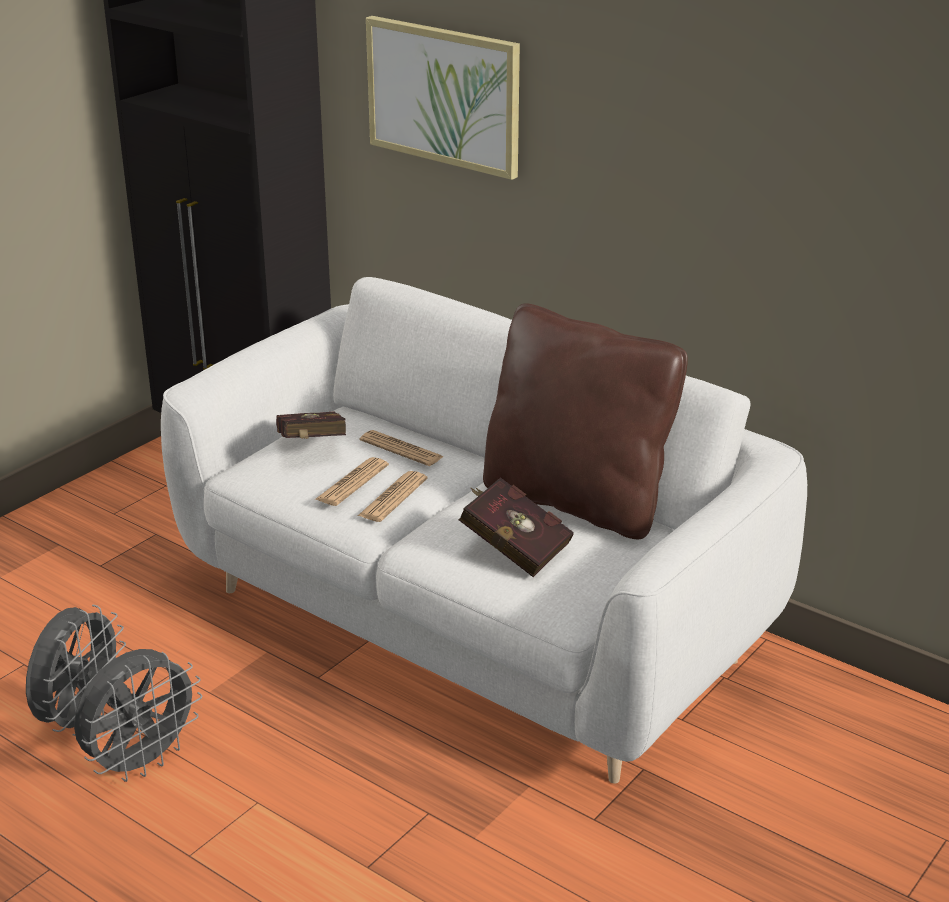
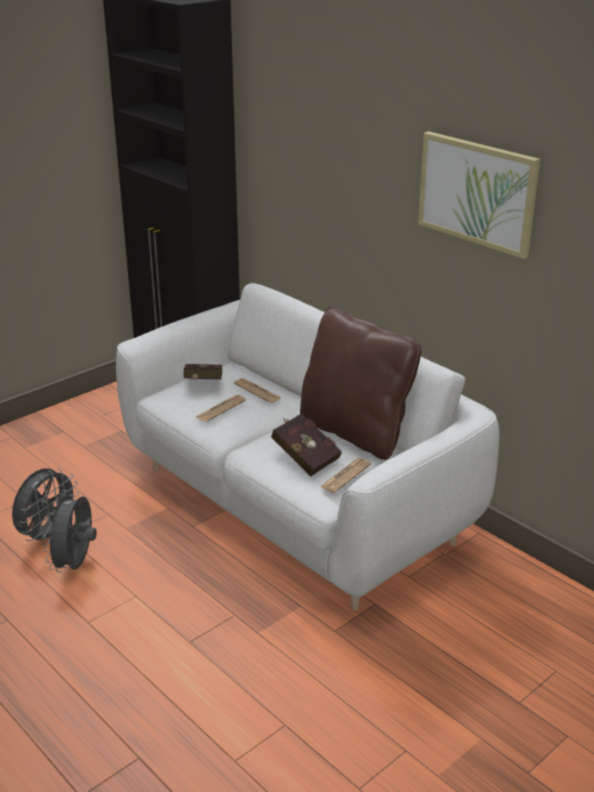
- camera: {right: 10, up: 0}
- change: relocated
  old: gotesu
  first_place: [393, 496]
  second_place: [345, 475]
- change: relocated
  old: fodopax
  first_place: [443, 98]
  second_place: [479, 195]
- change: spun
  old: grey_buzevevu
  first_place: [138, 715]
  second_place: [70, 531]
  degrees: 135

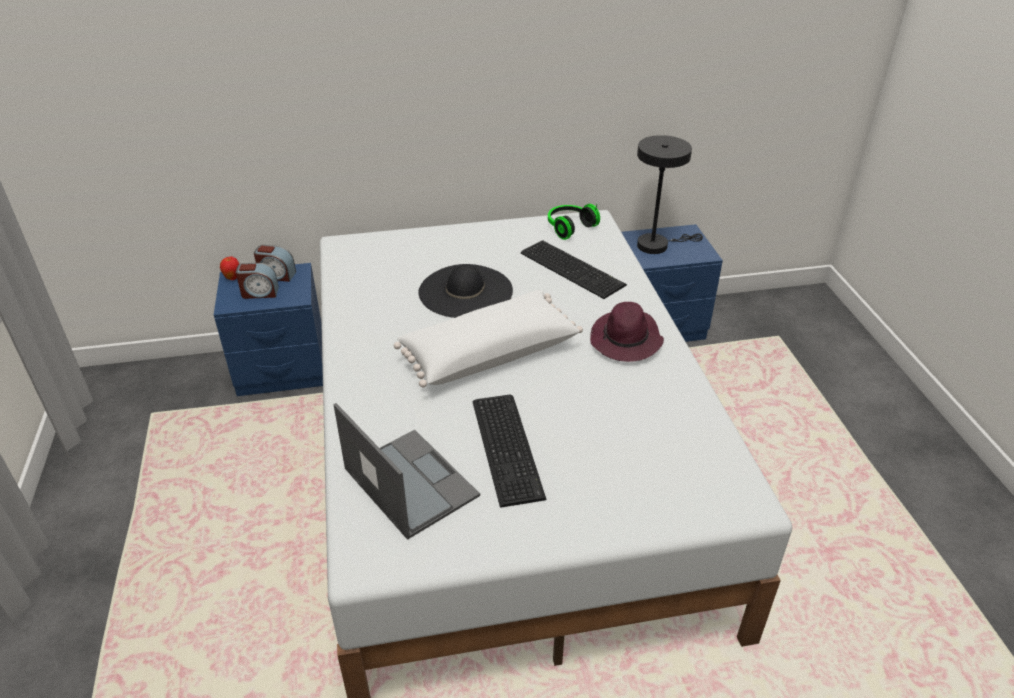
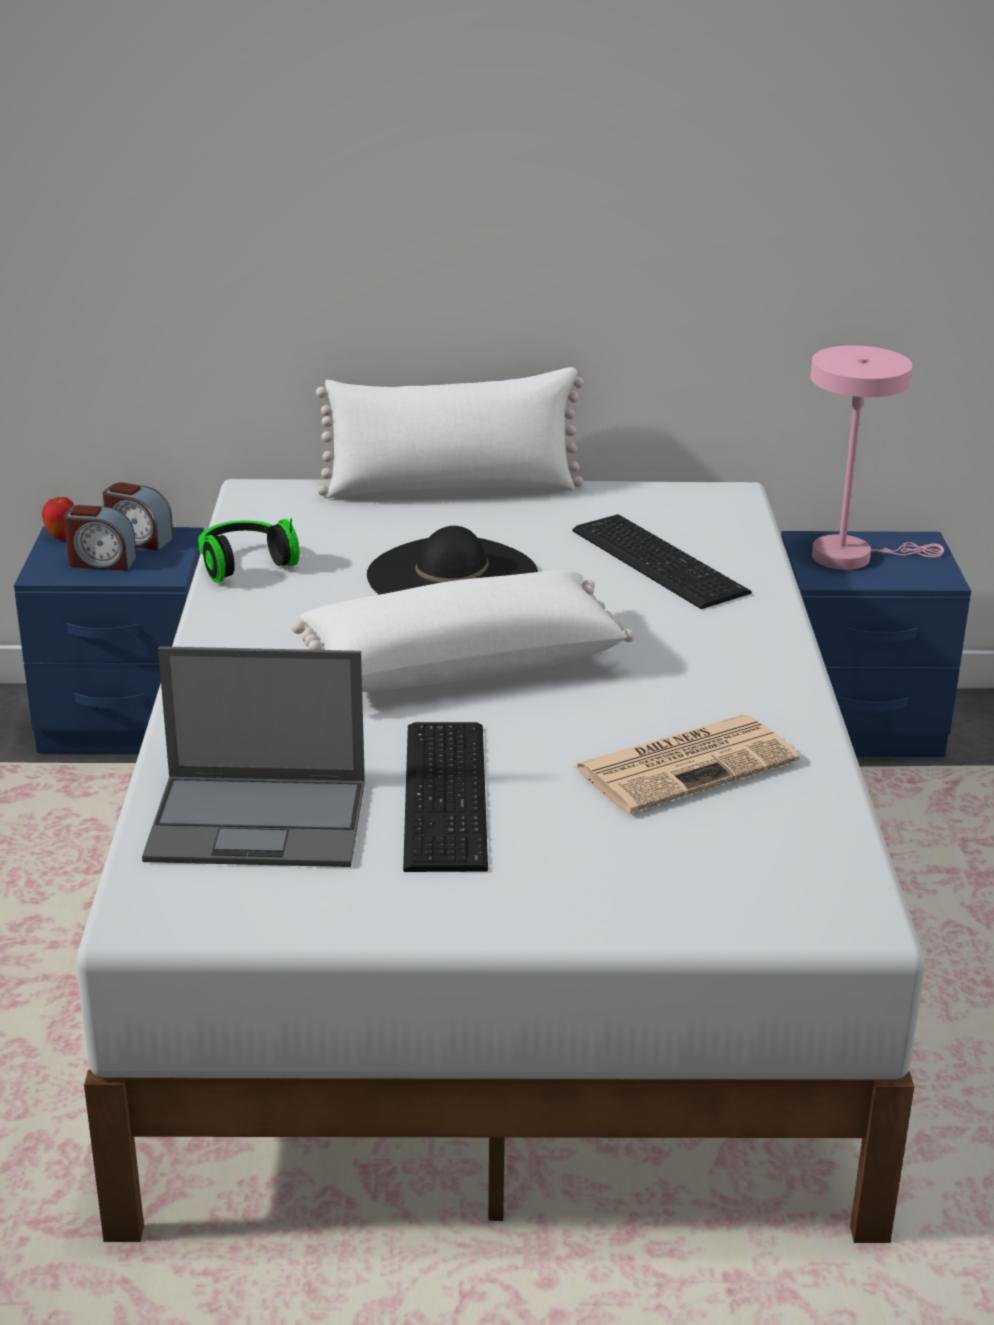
- camera: {right: 10, up: -10}
- change: missing
  old: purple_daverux
  first_place: [627, 332]
- change: appeared
  new: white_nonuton
  second_place: [450, 432]
- change: appeared
  new: gotesu
  second_place: [686, 764]
- change: relocated
  old: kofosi
  first_place: [574, 222]
  second_place: [248, 550]
- change: colour
  old: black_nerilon
  new: pink_nerilon
  first_place: [670, 194]
  second_place: [877, 457]
- change: spun
  old: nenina
  first_place: [406, 471]
  second_place: [253, 756]
  degrees: 120

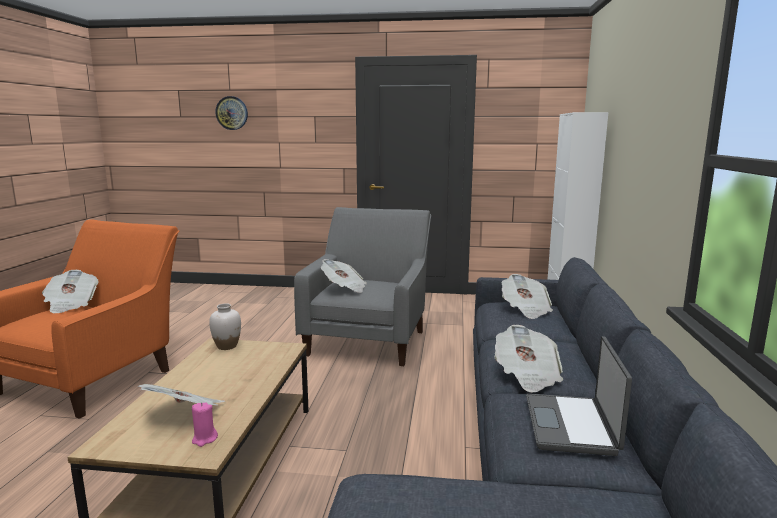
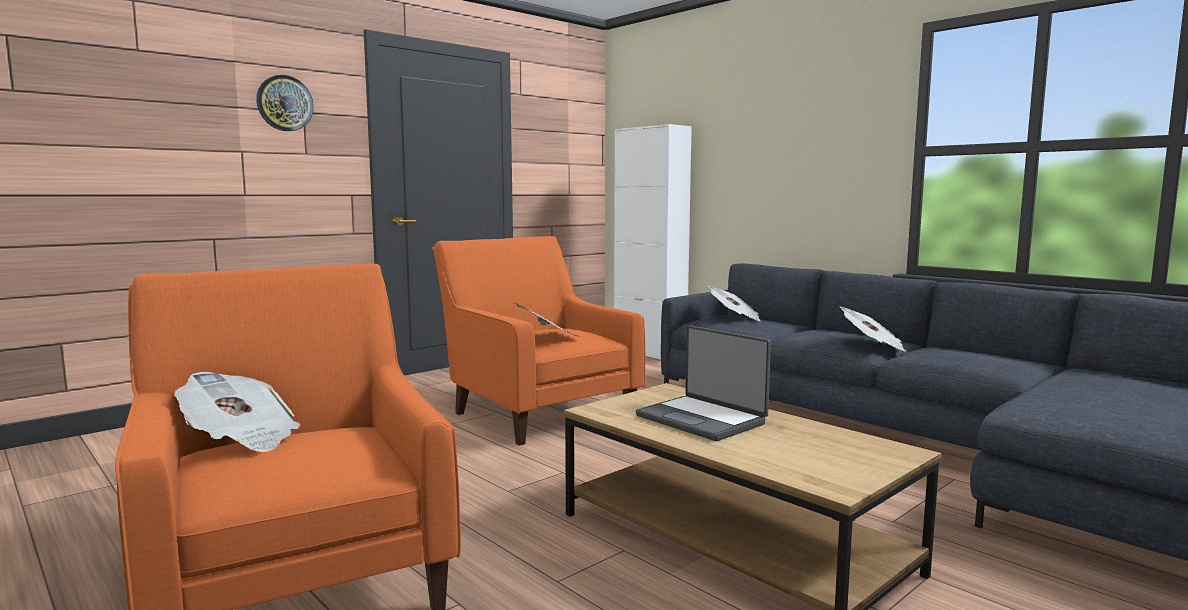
- camera: {right: -50, up: -5}
- change: missing
  old: gotesu
  first_place: [181, 395]
- change: missing
  old: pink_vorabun
  first_place: [205, 425]
- change: missing
  old: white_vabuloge
  first_place: [225, 326]
- change: relocated
  old: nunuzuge
  first_place: [231, 113]
  second_place: [285, 103]
- change: relocated
  old: nenina
  first_place: [579, 396]
  second_place: [703, 383]
- change: colour
  old: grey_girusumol
  new: orange_girusumol
  first_place: [362, 286]
  second_place: [538, 340]

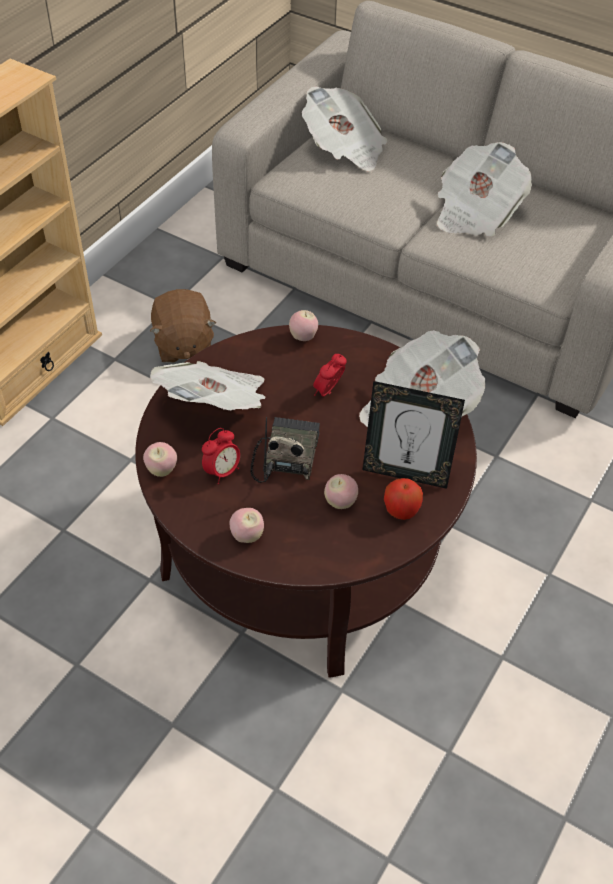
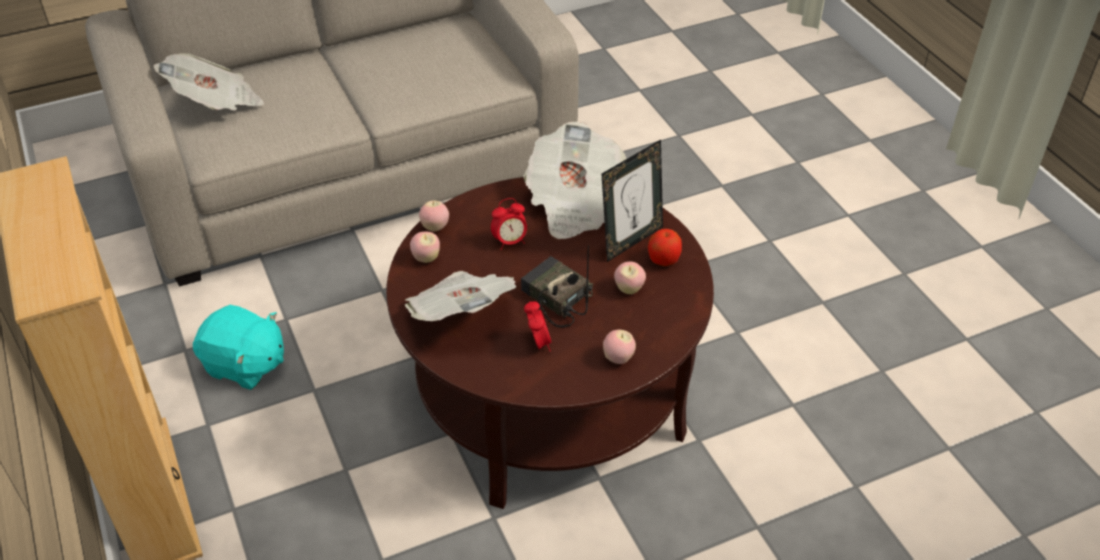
- camera: {right: -55, up: -5}
- change: missing
  old: gotesu
  first_place: [484, 189]
- change: relocated
  old: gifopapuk
  first_place: [160, 459]
  second_place: [425, 247]
- change: colour
  old: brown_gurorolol
  new: turquoise_gurorolol
  first_place: [183, 326]
  second_place: [238, 347]
- change: spun
  old: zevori
  first_place: [330, 375]
  second_place: [509, 224]
  degrees: -90

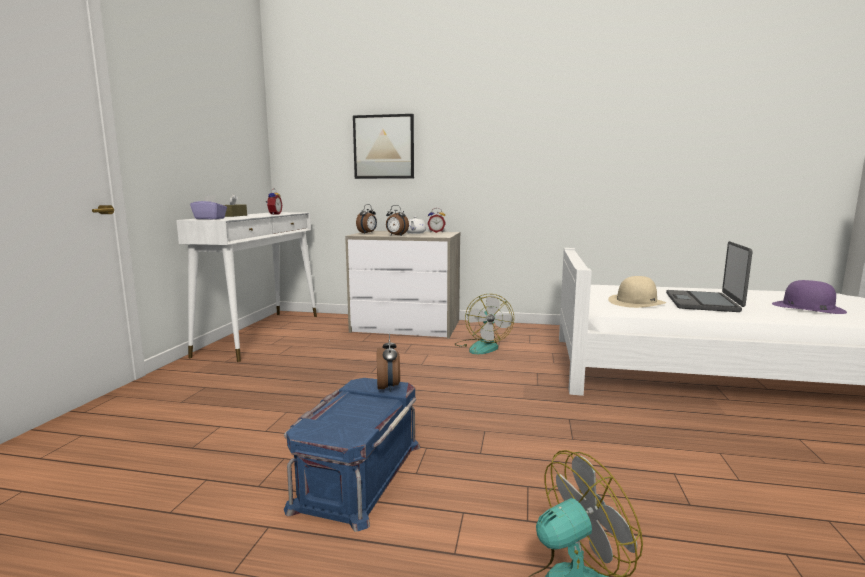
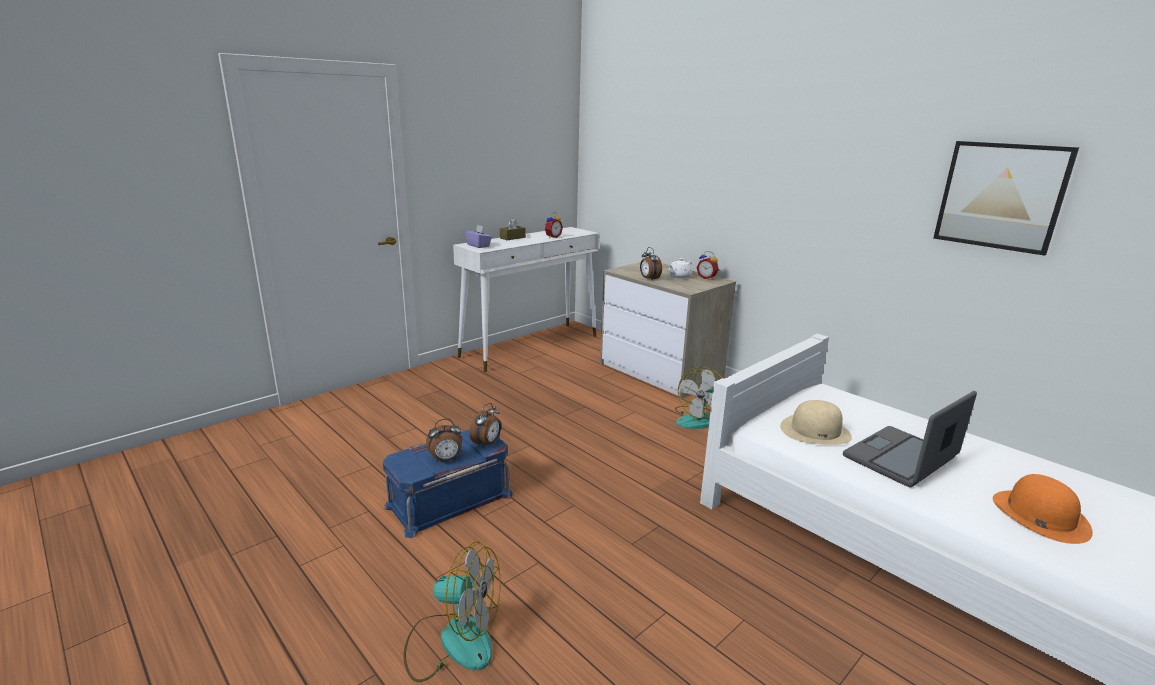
- camera: {right: 35, up: 10}
- change: relocated
  old: fodopax
  first_place: [383, 146]
  second_place: [1006, 198]
- change: relocated
  old: zevori
  first_place: [366, 219]
  second_place: [444, 440]
- change: colour
  old: purple_daverux
  new: orange_daverux
  first_place: [809, 297]
  second_place: [1043, 509]

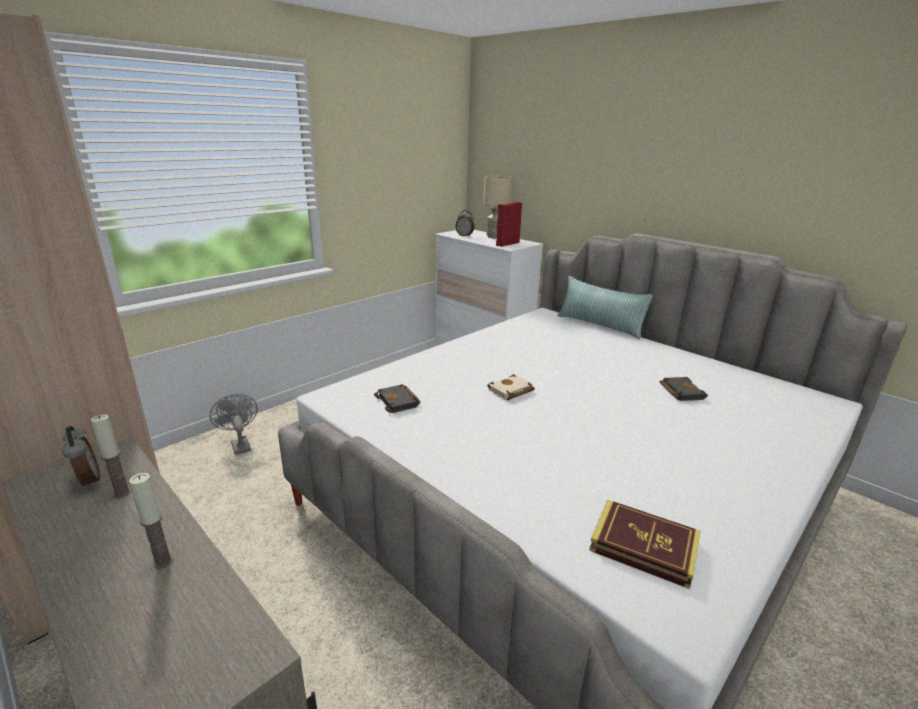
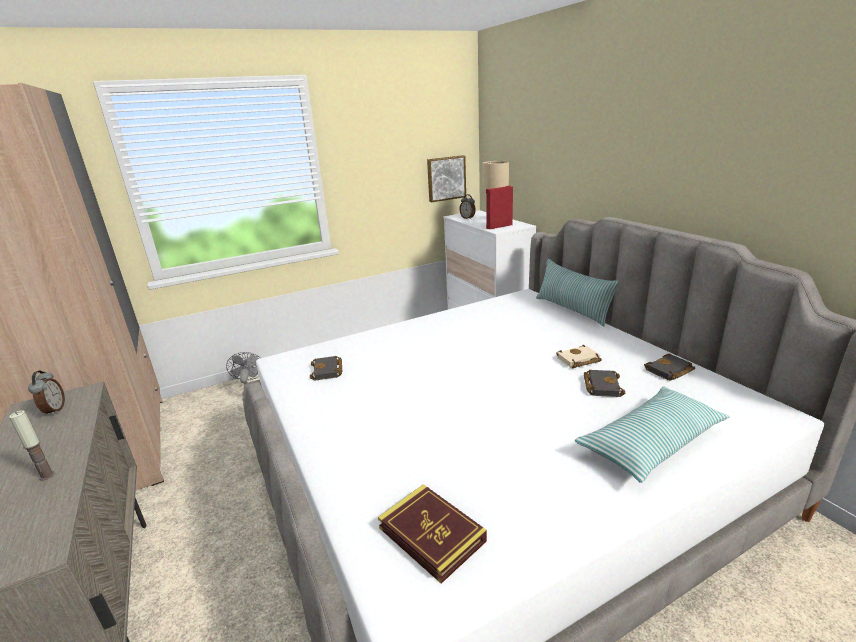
- camera: {right: 20, up: 0}
- change: missing
  old: vorabun
  first_place: [111, 456]
- change: appeared
  new: fodopax
  second_place: [446, 178]
- change: appeared
  new: nonuton
  second_place: [652, 435]
- change: appeared
  new: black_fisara
  second_place: [669, 367]
- change: relocated
  old: beige_fisara
  first_place: [511, 387]
  second_place: [579, 356]

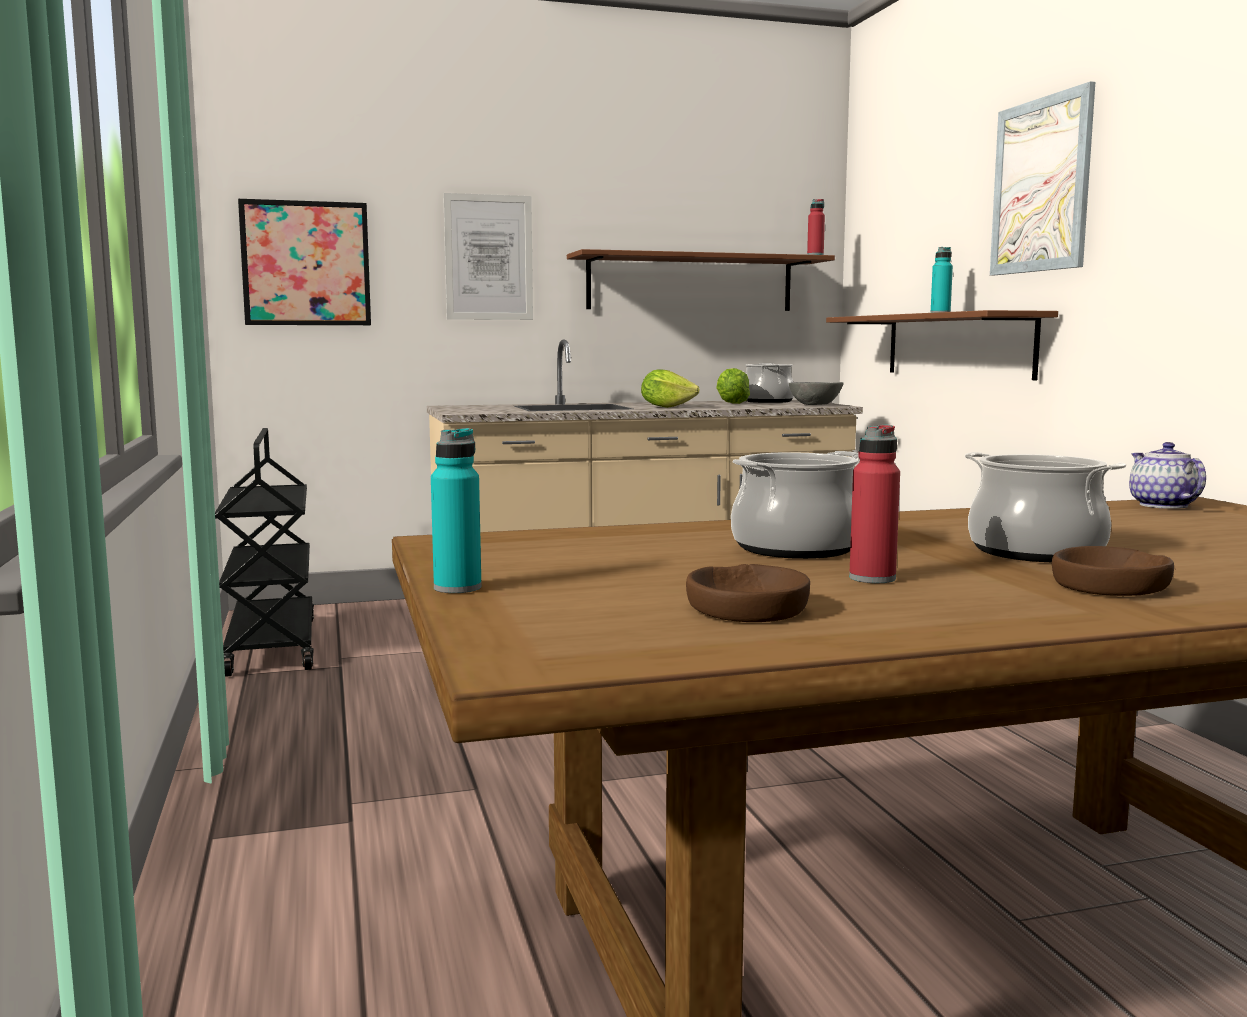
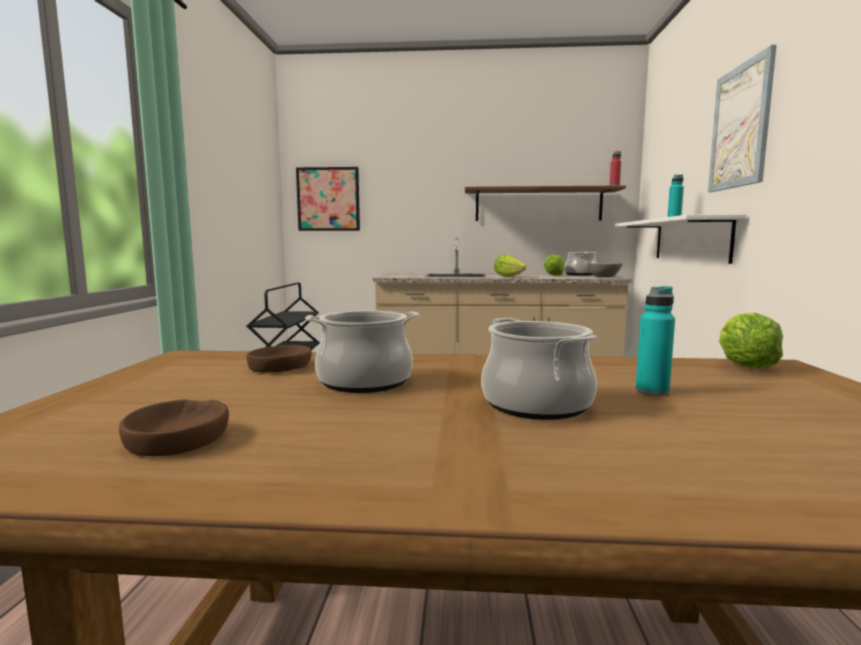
- camera: {right: 20, up: 0}
- change: missing
  old: fodopax
  first_place: [488, 256]
- change: missing
  old: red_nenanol
  first_place: [874, 504]
- change: relocated
  old: turquoise_nenanol
  first_place: [456, 510]
  second_place: [655, 341]
- change: relocated
  old: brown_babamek
  first_place: [1113, 571]
  second_place: [279, 359]
- change: exchanged
  old: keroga
  new: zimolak
  first_place: [1167, 475]
  second_place: [751, 340]
- change: colour
  old: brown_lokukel
  new: white_lokukel
  first_place: [942, 345]
  second_place: [680, 239]

